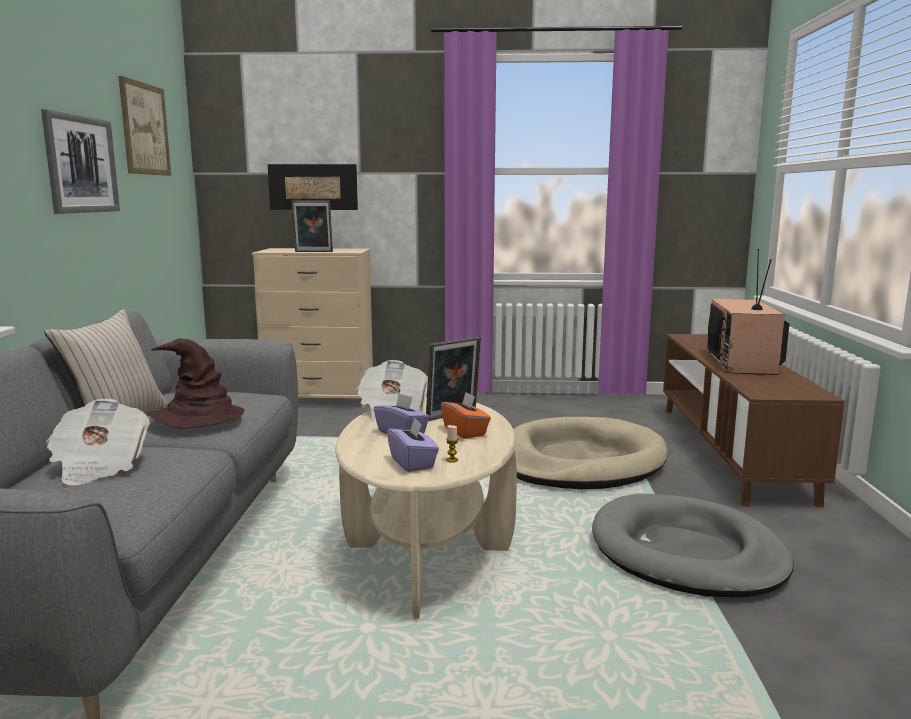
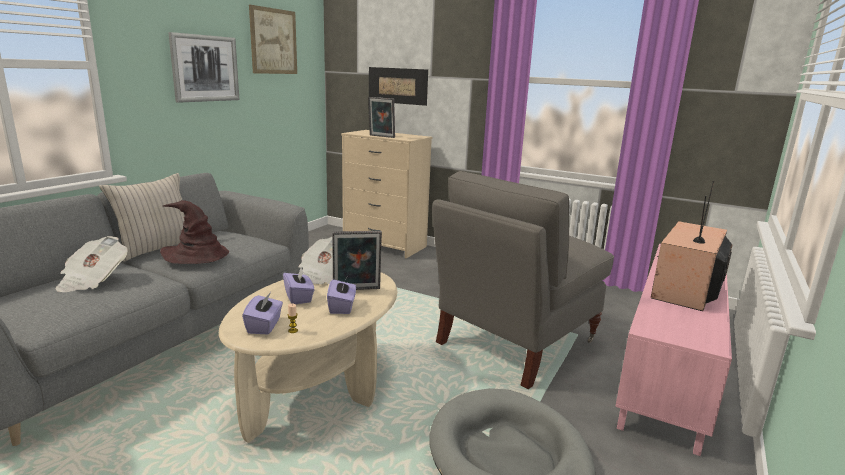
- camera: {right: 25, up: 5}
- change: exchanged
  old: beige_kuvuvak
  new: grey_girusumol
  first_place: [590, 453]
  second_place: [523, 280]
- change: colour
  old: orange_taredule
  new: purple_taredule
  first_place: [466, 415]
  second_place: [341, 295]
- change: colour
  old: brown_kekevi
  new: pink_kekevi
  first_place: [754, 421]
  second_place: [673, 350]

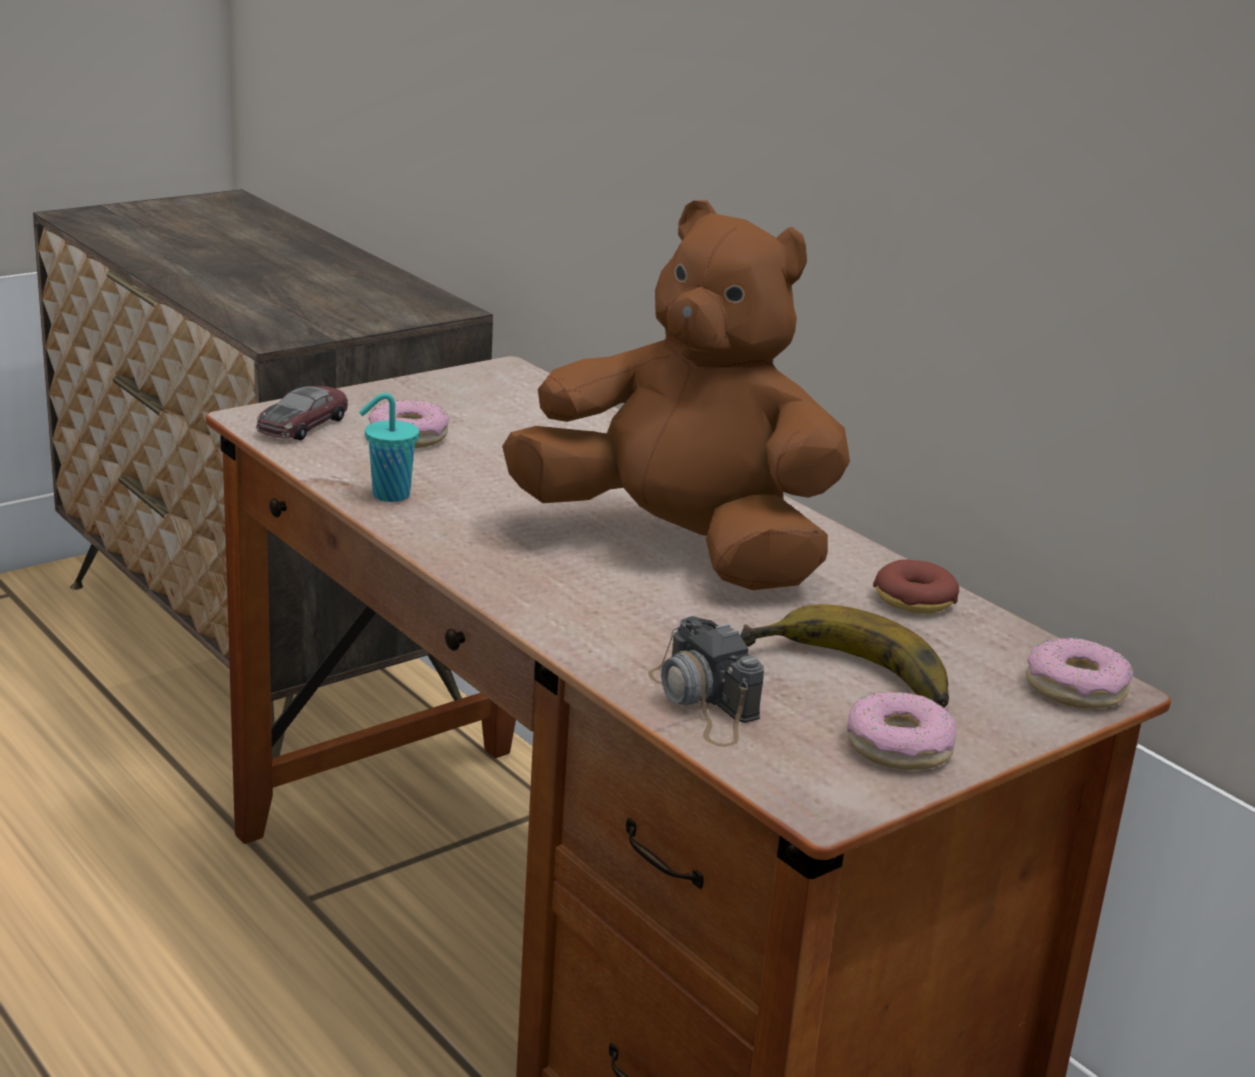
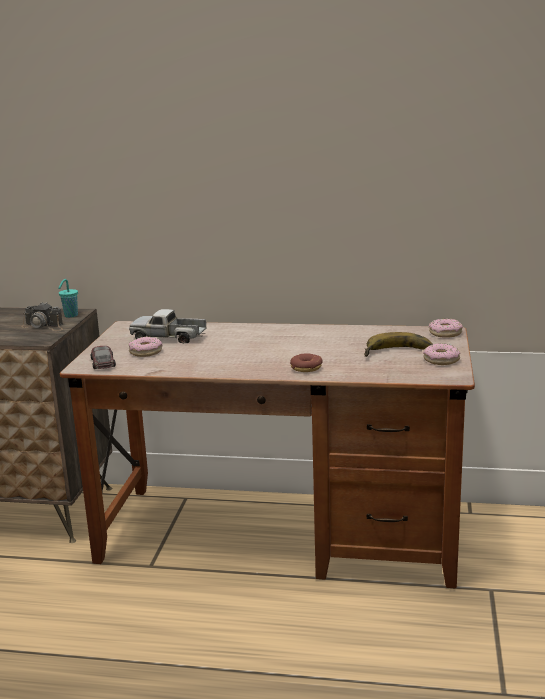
- camera: {right: -40, up: -5}
- change: missing
  old: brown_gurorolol
  first_place: [676, 395]
- change: appeared
  new: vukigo
  second_place: [167, 326]
- change: relocated
  old: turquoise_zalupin
  first_place: [389, 447]
  second_place: [68, 298]
- change: relocated
  old: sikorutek
  first_place: [706, 681]
  second_place: [42, 316]
- change: relocated
  old: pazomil
  first_place: [916, 586]
  second_place: [306, 362]

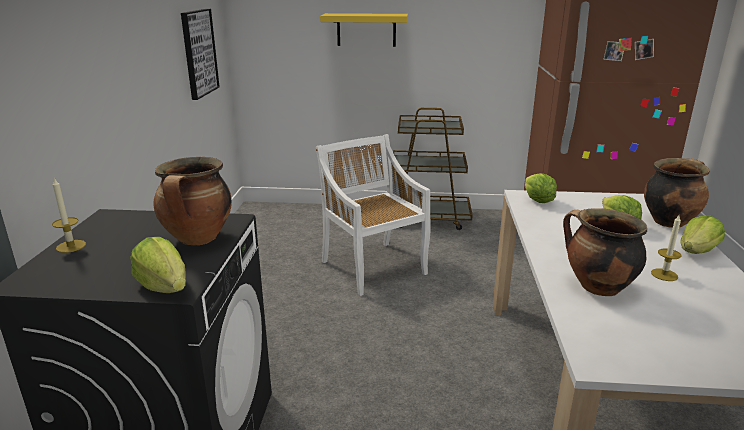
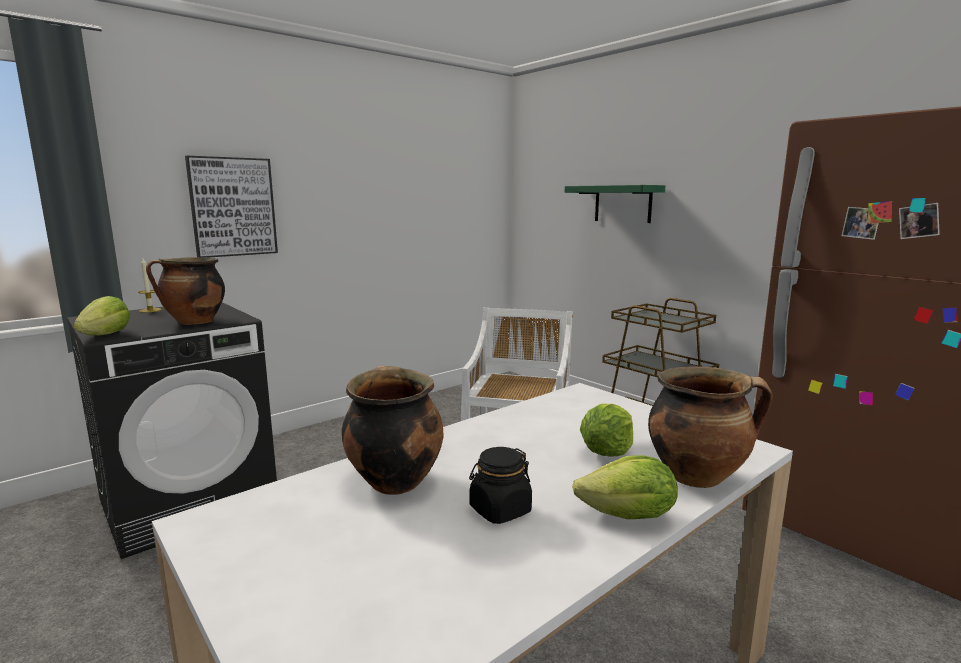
- camera: {right: 45, up: -10}
- change: missing
  old: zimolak
  first_place: [541, 188]
- change: relocated
  old: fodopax
  first_place: [200, 54]
  second_place: [231, 206]
- change: exchanged
  old: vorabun
  new: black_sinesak
  first_place: [666, 248]
  second_place: [500, 485]
- change: colour
  old: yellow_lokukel
  new: green_lokukel
  first_place: [364, 30]
  second_place: [615, 204]

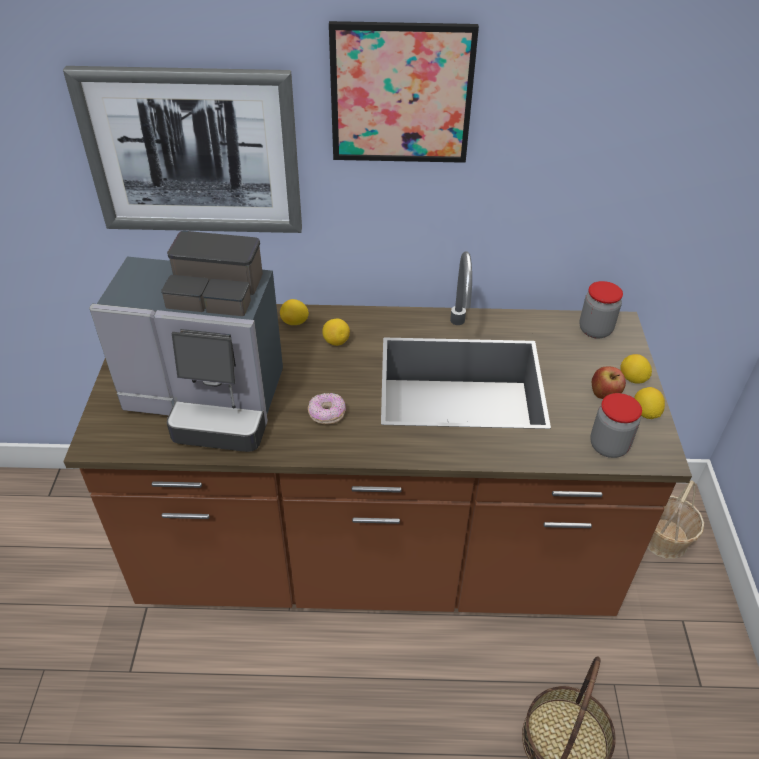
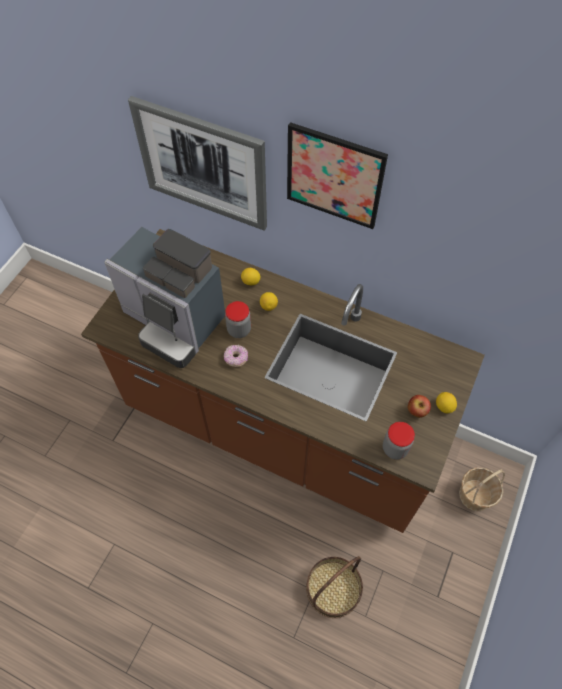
- camera: {right: 25, up: 15}
- change: missing
  old: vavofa
  first_place: [649, 403]
- change: relocated
  old: sinesak
  first_place: [601, 310]
  second_place: [238, 319]

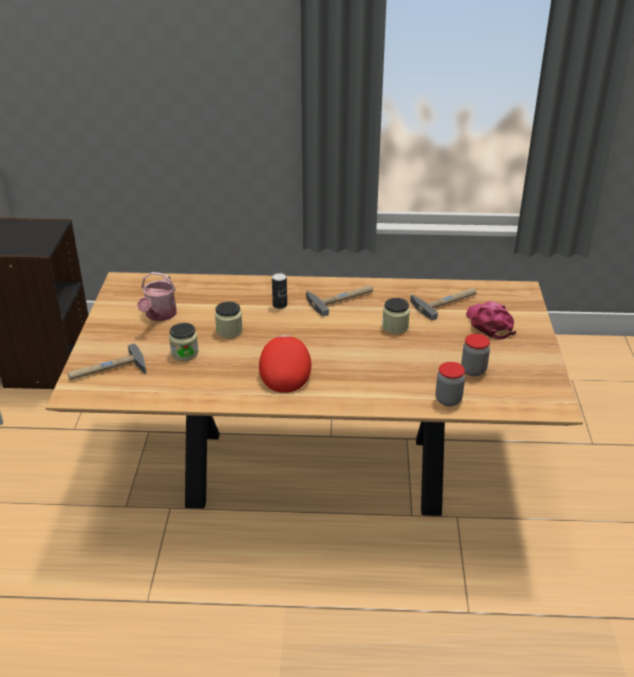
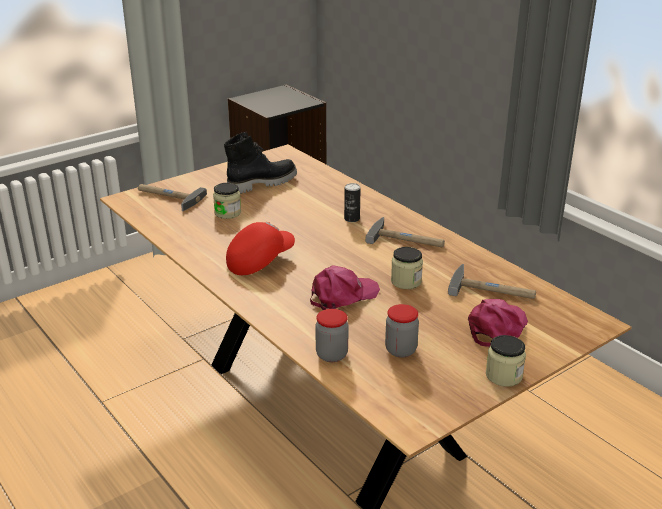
- camera: {right: 50, up: -5}
- change: appeared
  new: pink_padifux
  second_place: [345, 287]
- change: relocated
  old: sinesak
  first_place: [229, 319]
  second_place: [506, 361]
- change: exchanged
  old: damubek
  new: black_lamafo
  first_place: [157, 296]
  second_place: [260, 163]

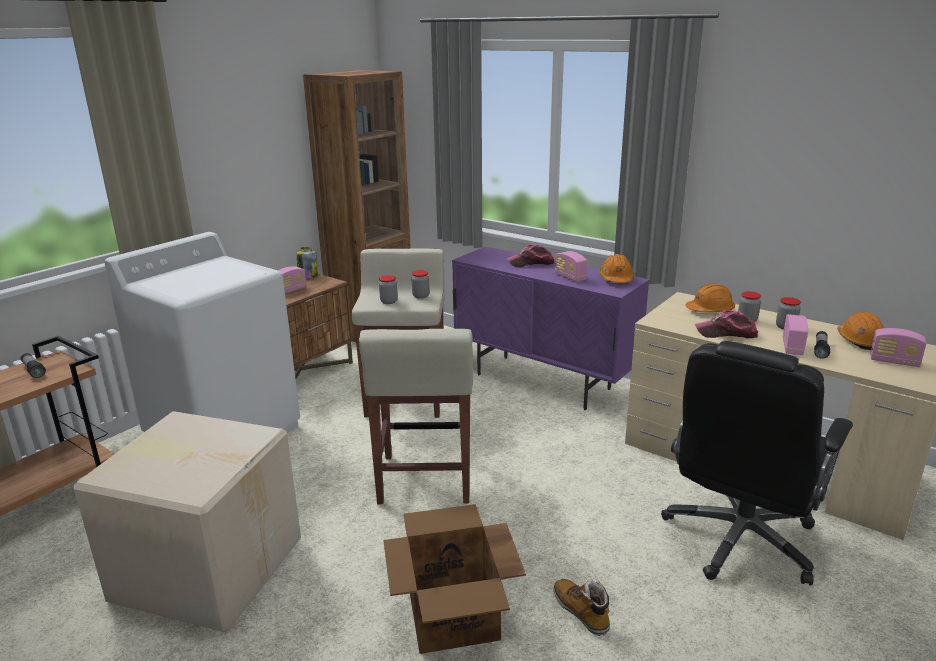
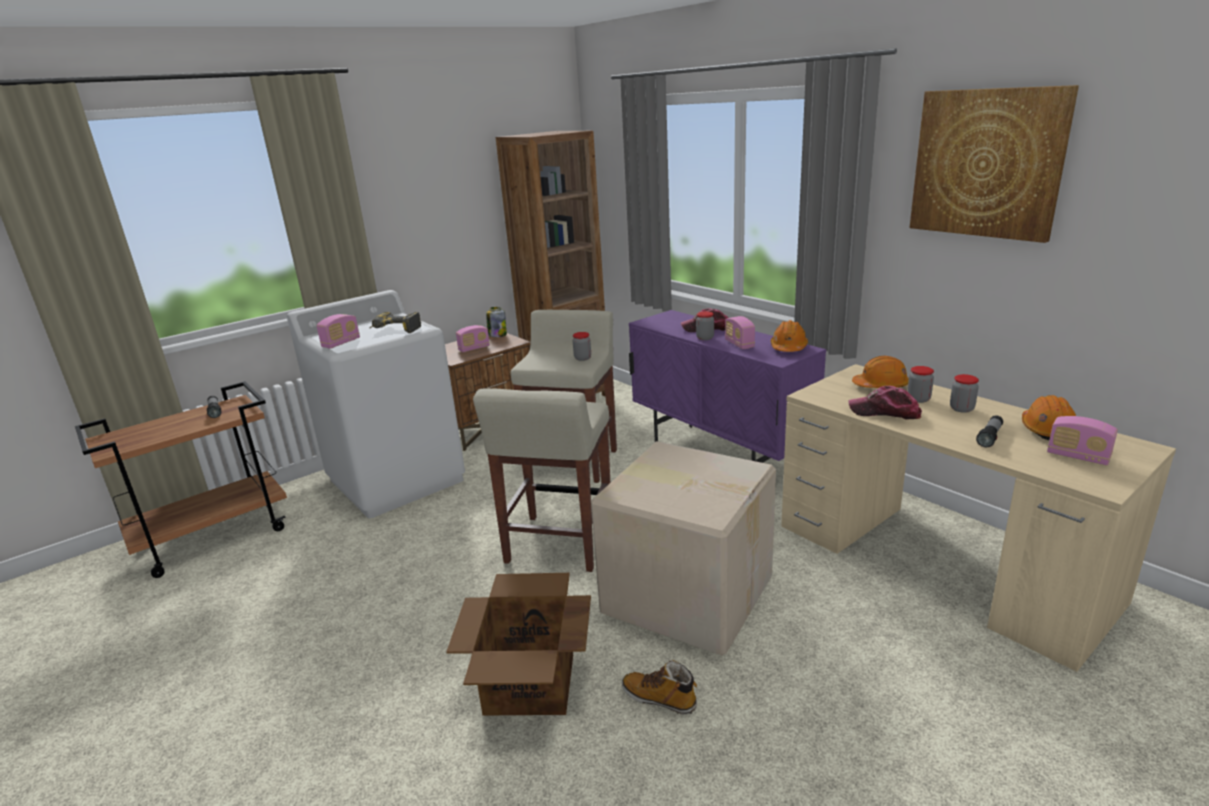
- camera: {right: 15, up: 0}
- change: missing
  old: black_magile
  first_place: [757, 463]
- change: appeared
  new: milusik
  second_place: [395, 322]
- change: appeared
  new: fodopax
  second_place: [994, 164]
- change: relocated
  old: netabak
  first_place: [187, 521]
  second_place: [683, 548]
- change: relocated
  old: sinesak
  first_place: [388, 289]
  second_place: [705, 325]
- change: relocated
  old: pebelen
  first_place: [795, 334]
  second_place: [338, 331]
- change: spun
  old: lamafo
  first_place: [582, 607]
  second_place: [659, 687]
  degrees: -45

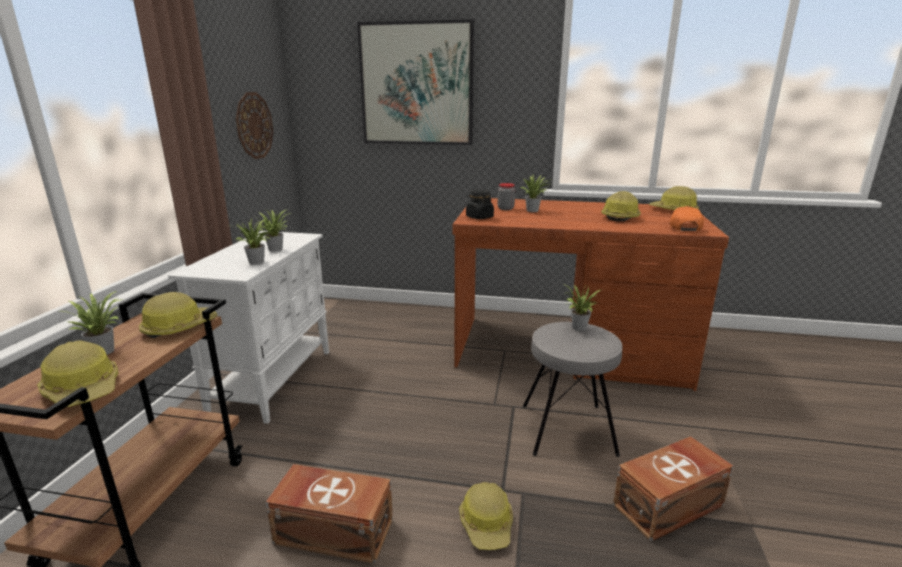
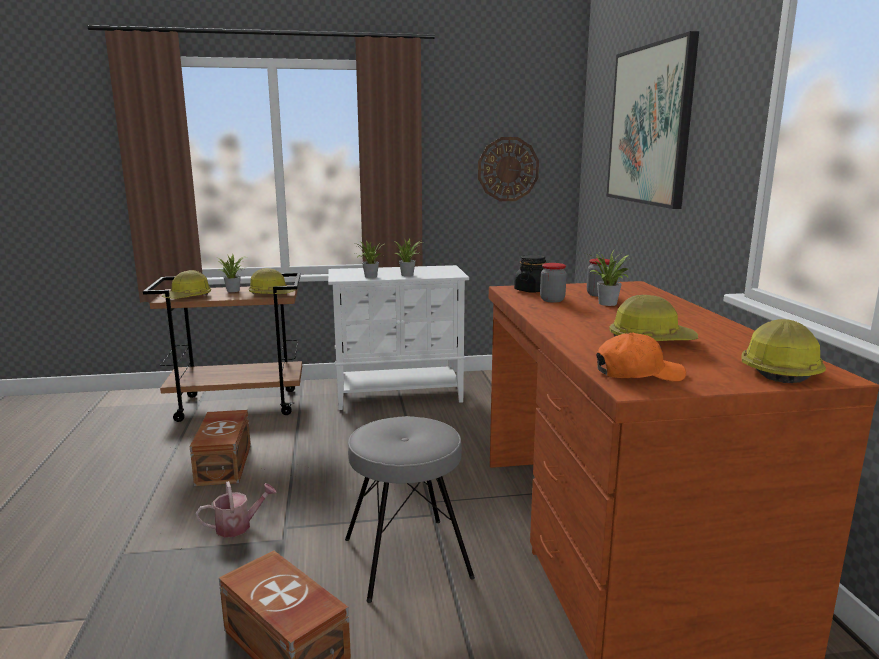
- camera: {right: 70, up: -5}
- change: missing
  old: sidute
  first_place: [582, 307]
- change: appeared
  new: sinesak
  second_place: [553, 283]
- change: exchanged
  old: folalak
  new: damubek
  first_place: [486, 516]
  second_place: [236, 509]

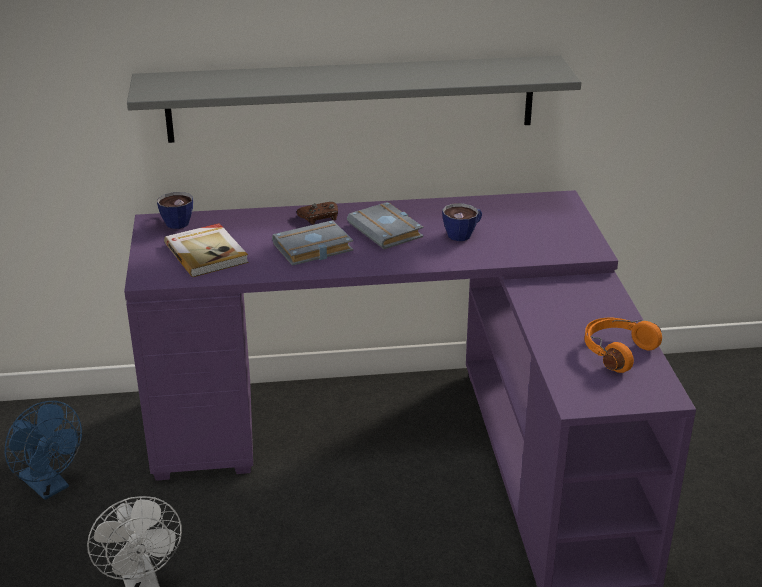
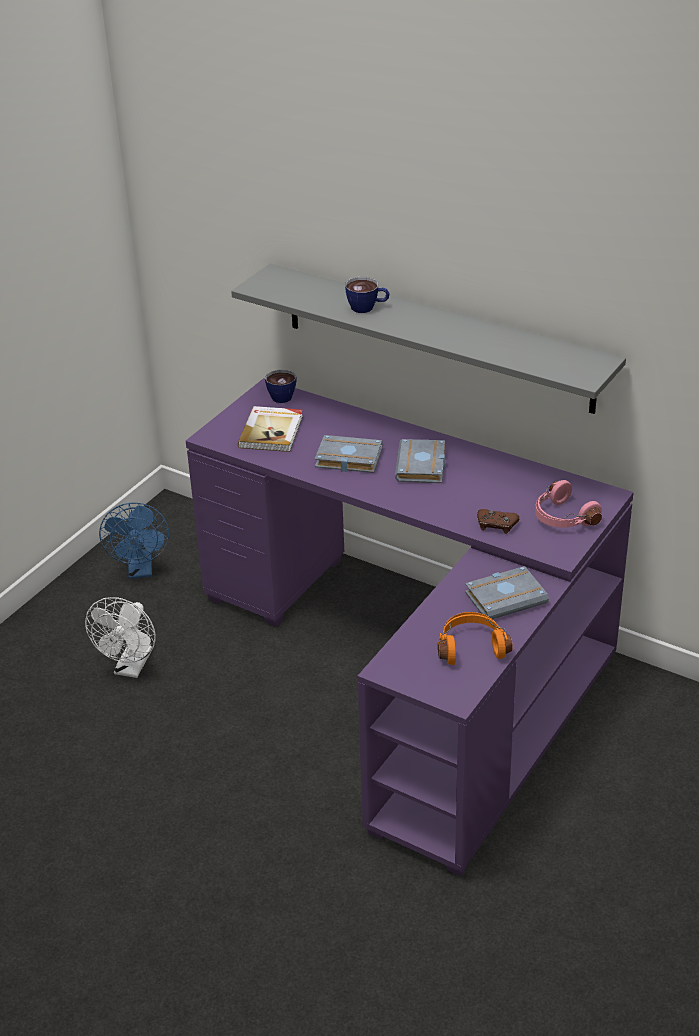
- camera: {right: 40, up: 5}
- change: appeared
  new: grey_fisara
  second_place: [507, 592]
- change: appeared
  new: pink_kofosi
  second_place: [568, 504]
- change: relocated
  old: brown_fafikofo
  first_place: [317, 213]
  second_place: [498, 521]
- change: relocated
  old: zalupin
  first_place: [462, 222]
  second_place: [367, 295]

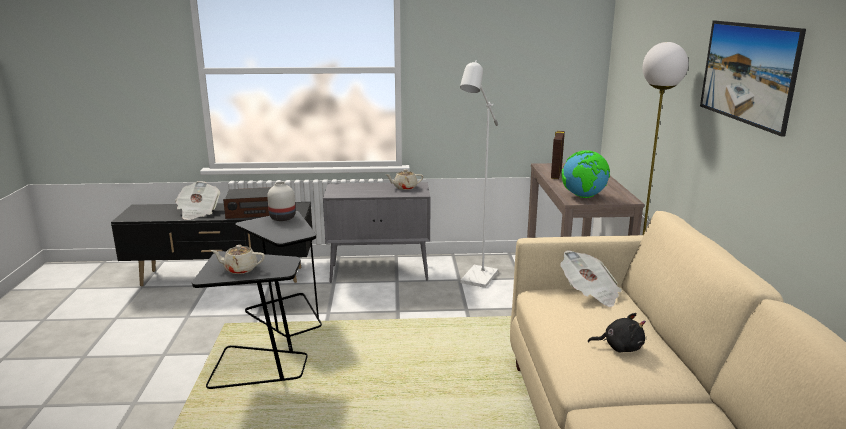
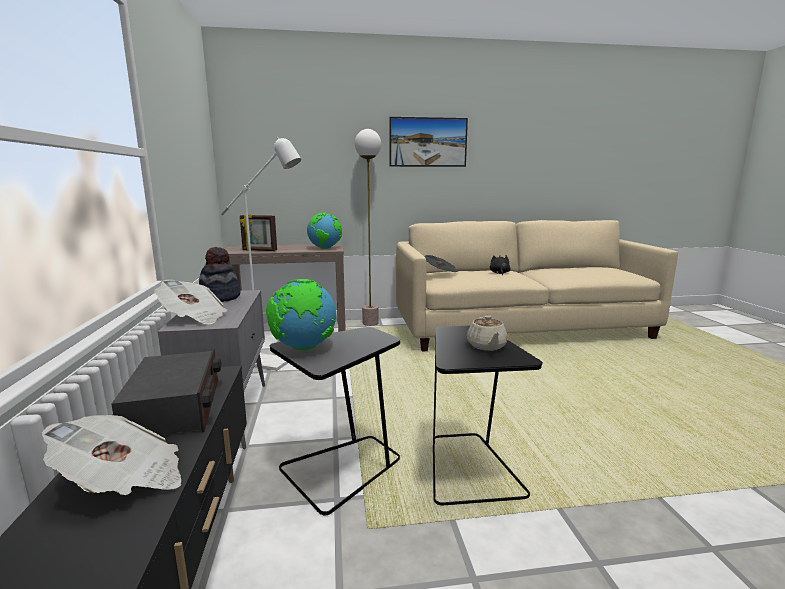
- camera: {right: -95, up: -5}
- change: appeared
  new: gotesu
  second_place: [190, 302]
- change: exchanged
  old: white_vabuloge
  new: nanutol
  first_place: [281, 201]
  second_place: [301, 314]
- change: exchanged
  old: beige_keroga
  new: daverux
  first_place: [404, 179]
  second_place: [219, 274]

